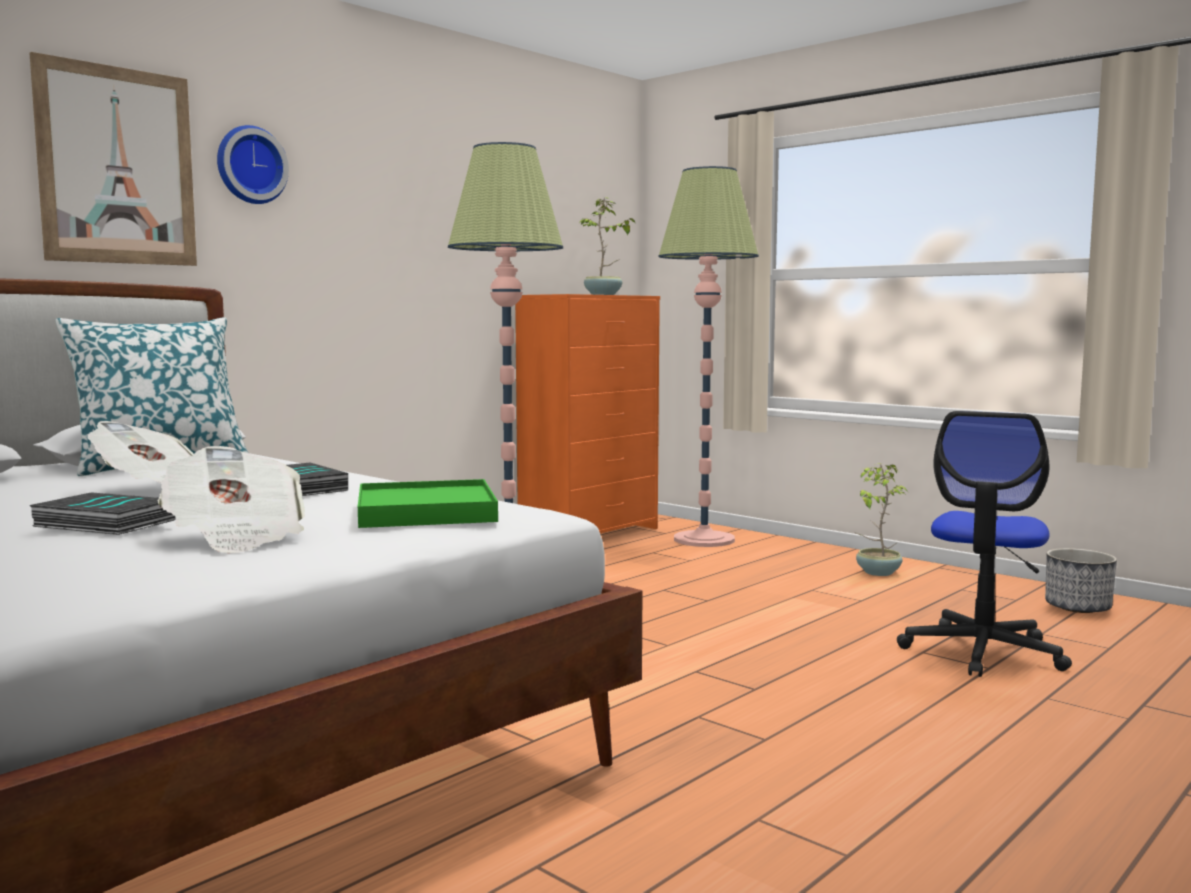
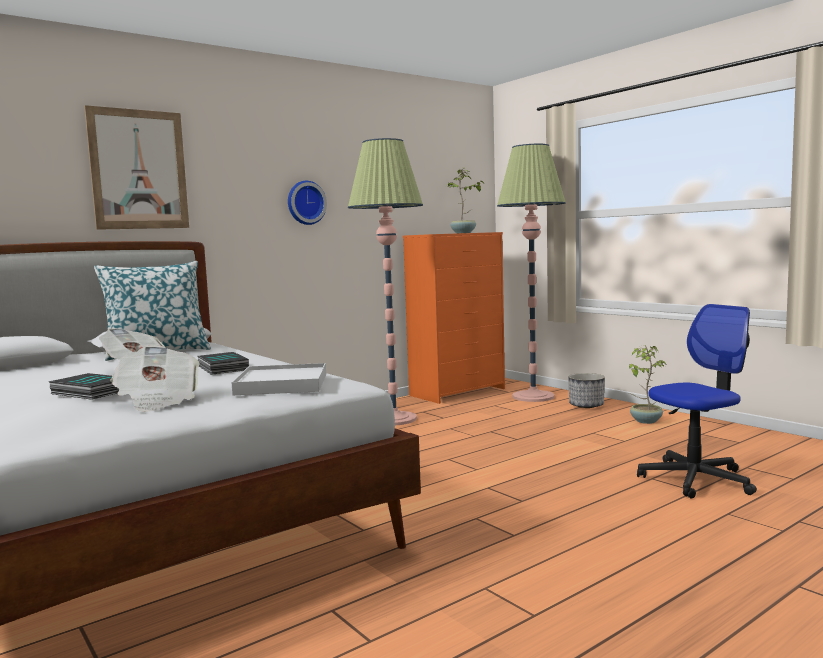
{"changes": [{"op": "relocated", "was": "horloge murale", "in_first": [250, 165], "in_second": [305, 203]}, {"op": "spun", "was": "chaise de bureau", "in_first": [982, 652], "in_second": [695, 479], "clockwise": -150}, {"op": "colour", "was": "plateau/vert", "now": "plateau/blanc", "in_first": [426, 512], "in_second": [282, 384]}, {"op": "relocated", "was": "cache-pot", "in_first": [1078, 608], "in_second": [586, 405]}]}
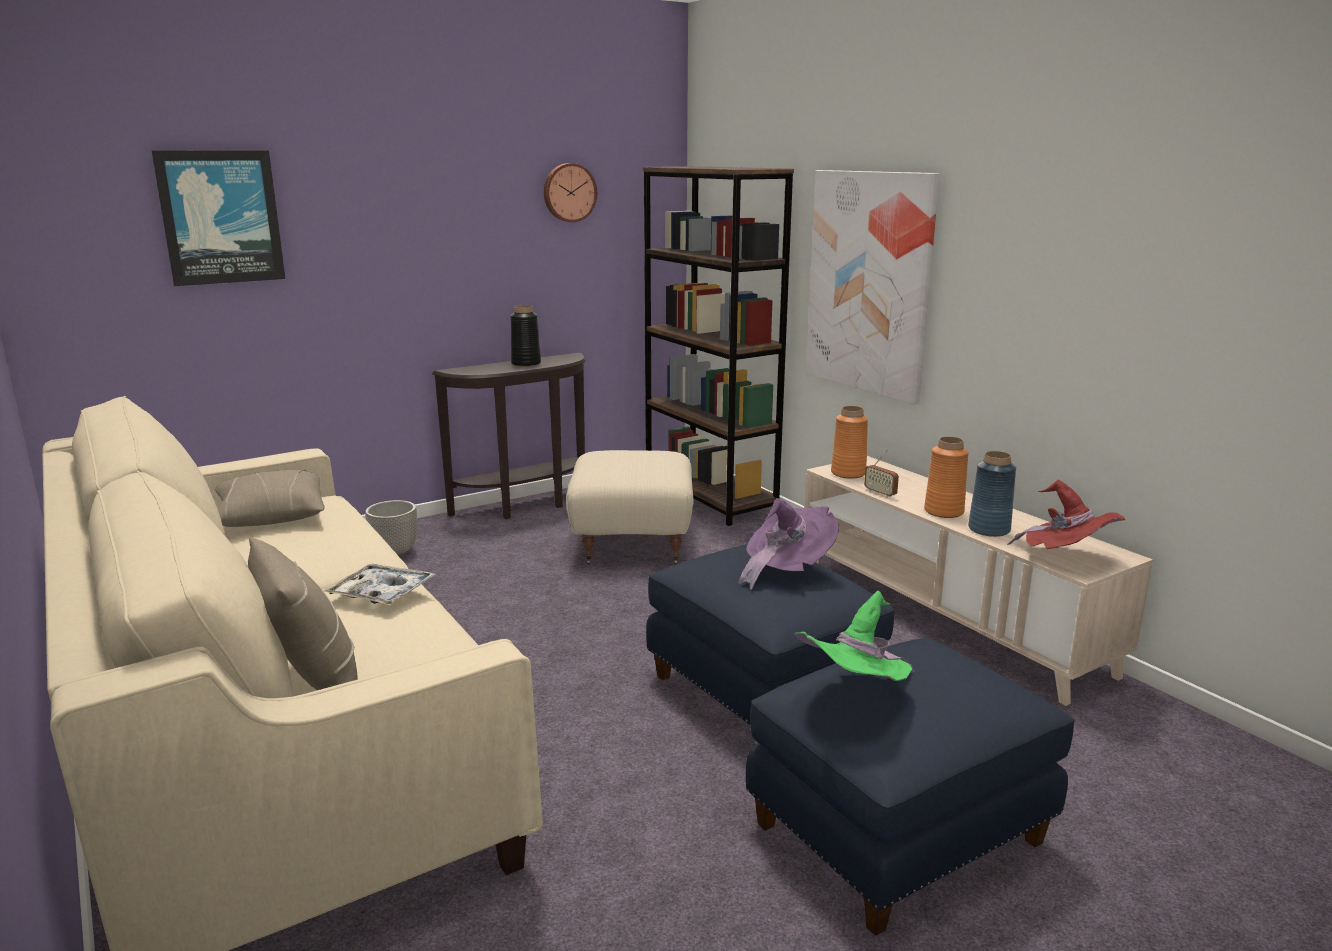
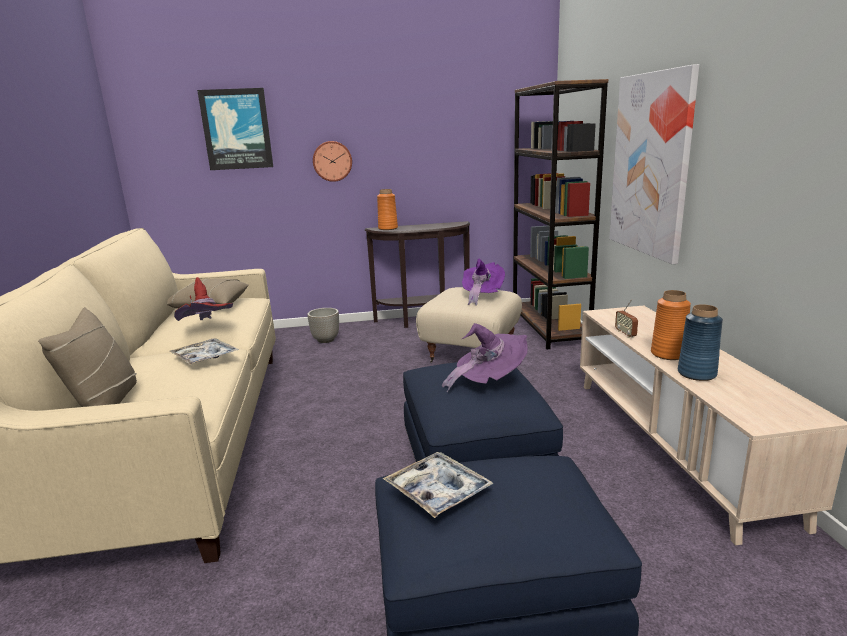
{"changes": [{"op": "relocated", "was": "horloge murale", "in_first": [569, 192], "in_second": [332, 161]}, {"op": "missing", "was": "vase/noir", "in_first": [526, 363]}, {"op": "relocated", "was": "vase/orange", "in_first": [848, 473], "in_second": [388, 228]}, {"op": "relocated", "was": "chapeau/rouge", "in_first": [1066, 558], "in_second": [207, 330]}, {"op": "exchanged", "was": "chapeau/vert", "now": "plateau", "in_first": [856, 694], "in_second": [438, 491]}, {"op": "appeared", "now": "chapeau/violet", "in_second": [481, 296]}]}
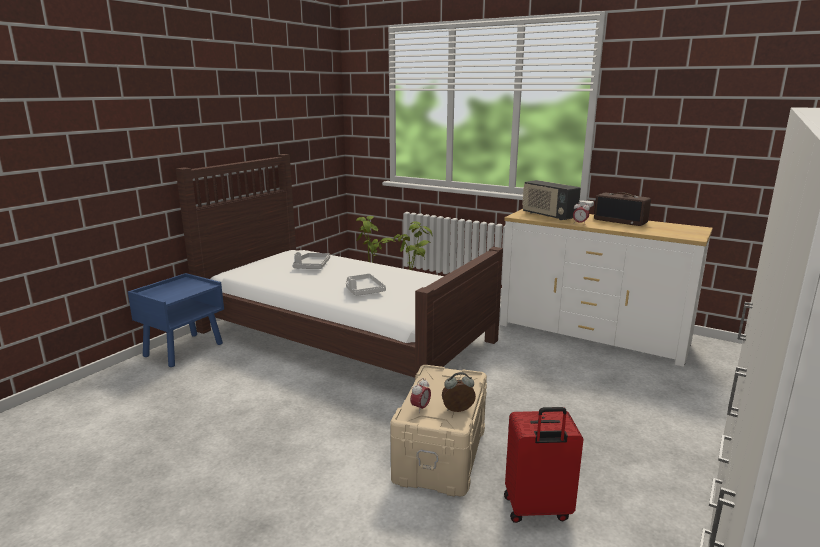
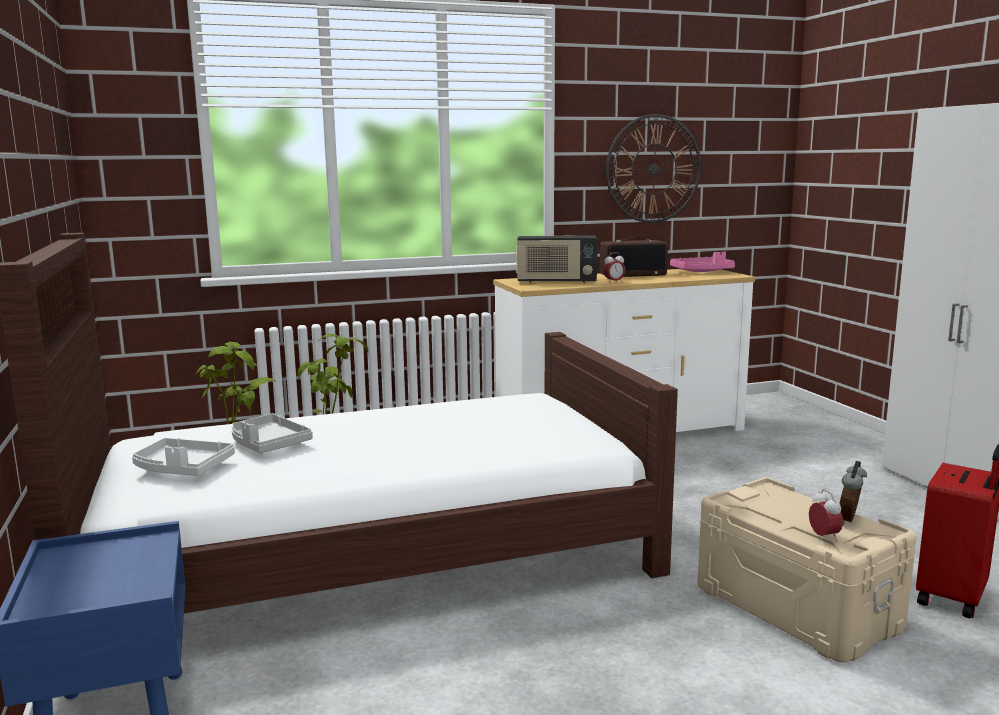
{"changes": [{"op": "relocated", "was": "plateau/blanc", "in_first": [363, 291], "in_second": [182, 469]}, {"op": "appeared", "now": "horloge murale", "in_second": [654, 169]}, {"op": "appeared", "now": "plateau/rose", "in_second": [702, 271]}]}
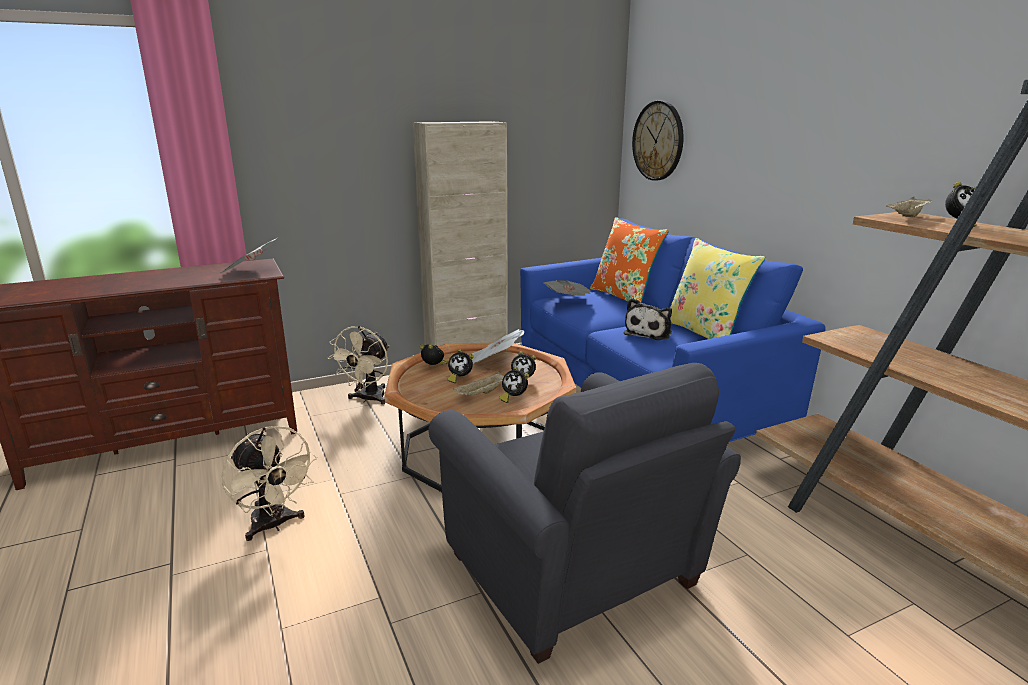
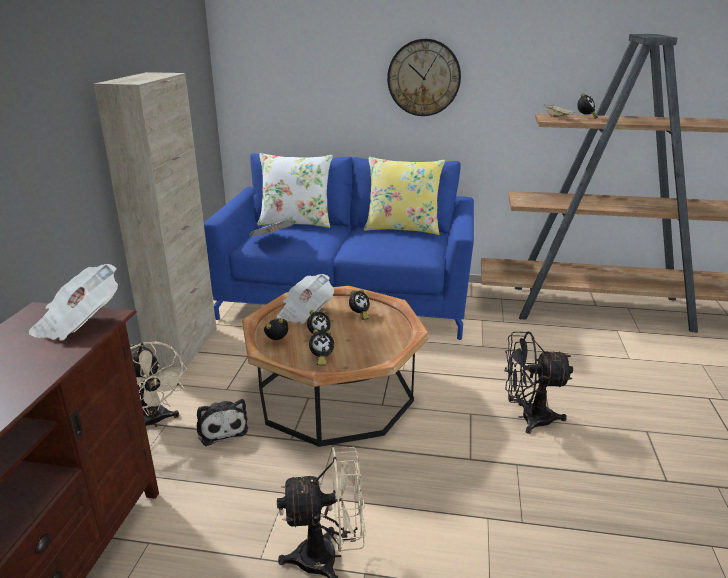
{"changes": [{"op": "relocated", "was": "horloge murale", "in_first": [658, 141], "in_second": [424, 78]}, {"op": "colour", "was": "coussin/orange", "now": "coussin/blanc", "in_first": [624, 296], "in_second": [296, 222]}, {"op": "relocated", "was": "peluche", "in_first": [649, 333], "in_second": [221, 428]}, {"op": "exchanged", "was": "fauteuil/gris", "now": "ventilateur/noir", "in_first": [576, 576], "in_second": [528, 418]}, {"op": "relocated", "was": "réveil", "in_first": [513, 398], "in_second": [321, 359]}, {"op": "missing", "was": "plateau/beige", "in_first": [481, 394]}]}
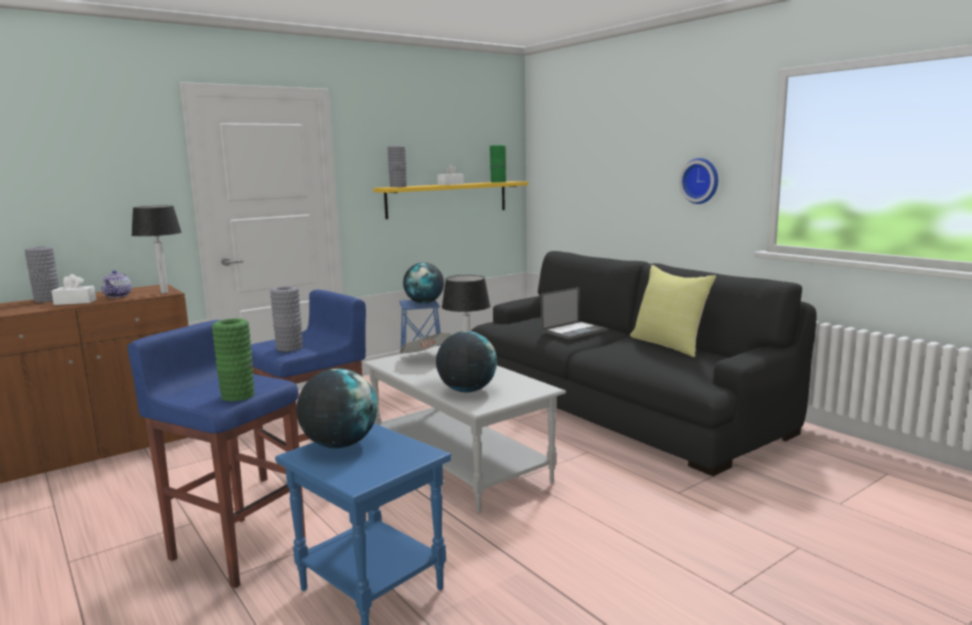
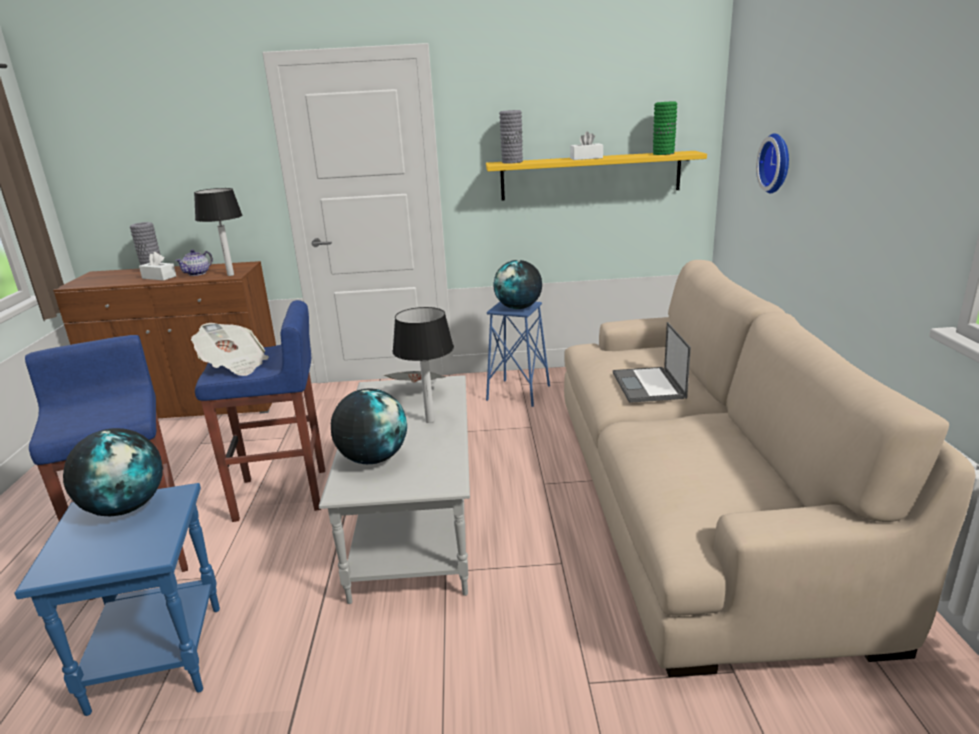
{"changes": [{"op": "relocated", "was": "horloge murale", "in_first": [701, 181], "in_second": [777, 163]}, {"op": "colour", "was": "canapé/noir", "now": "canapé/beige", "in_first": [617, 404], "in_second": [691, 497]}, {"op": "missing", "was": "coussin/jaune", "in_first": [669, 345]}, {"op": "exchanged", "was": "vase/gris", "now": "journal", "in_first": [289, 348], "in_second": [234, 366]}, {"op": "spun", "was": "ordinateur portable", "in_first": [574, 331], "in_second": [649, 385], "clockwise": 90}, {"op": "missing", "was": "vase/vert", "in_first": [238, 395]}]}
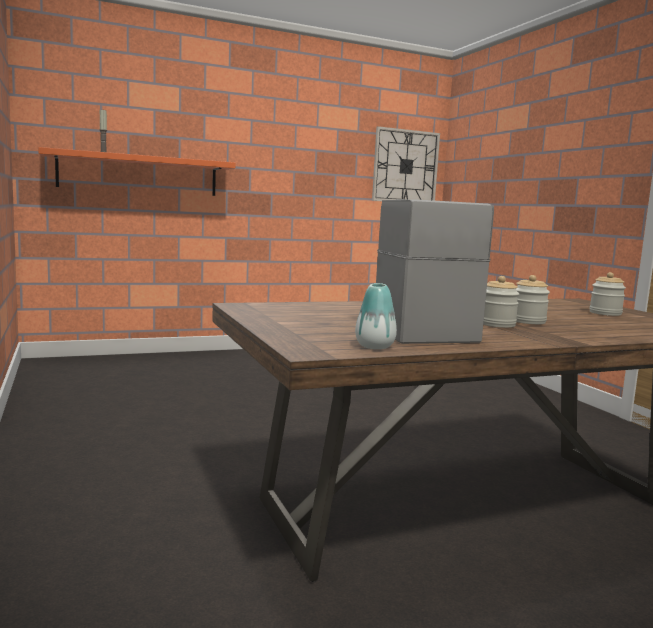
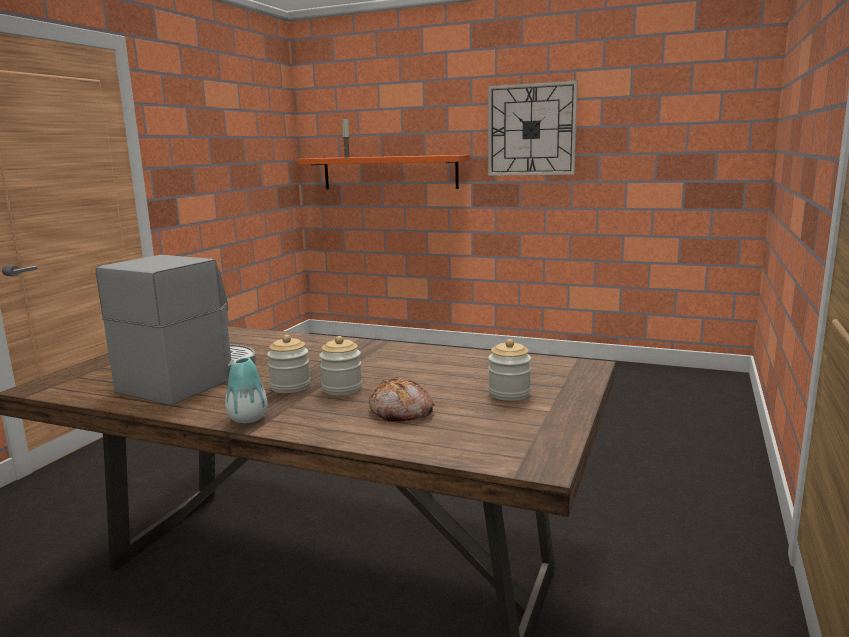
{"changes": [{"op": "relocated", "was": "horloge murale", "in_first": [405, 166], "in_second": [531, 130]}, {"op": "relocated", "was": "vase", "in_first": [374, 347], "in_second": [248, 418]}, {"op": "appeared", "now": "pain", "in_second": [401, 412]}]}
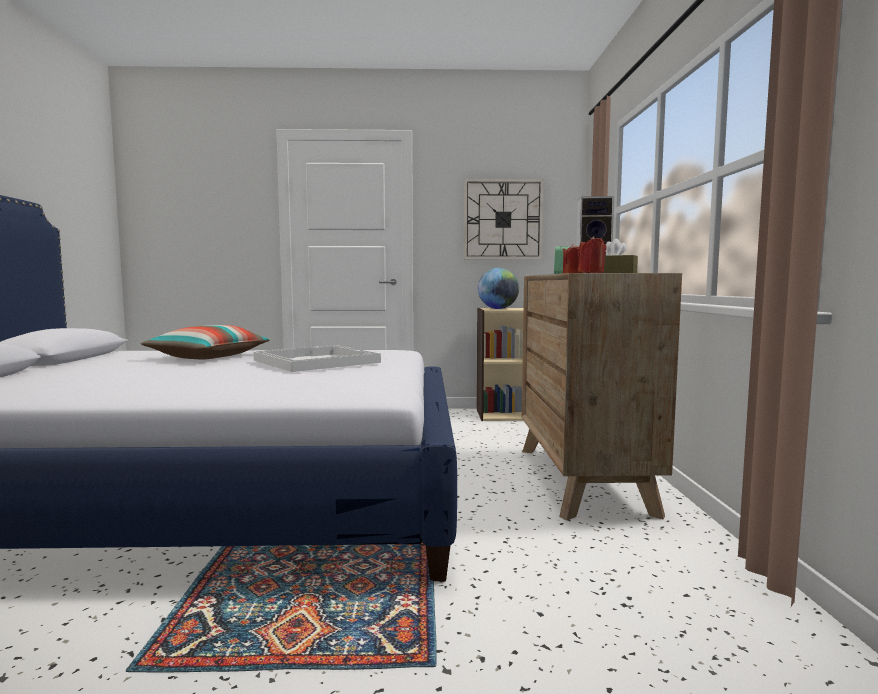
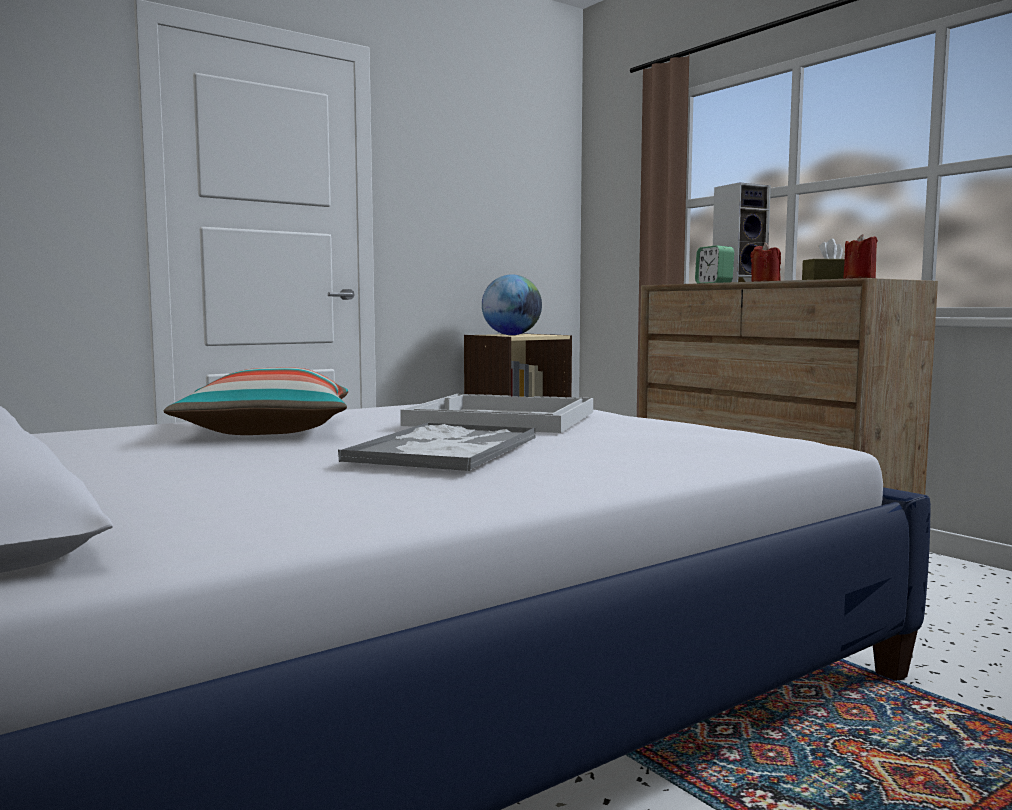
{"changes": [{"op": "missing", "was": "horloge murale", "in_first": [503, 219]}, {"op": "appeared", "now": "plateau", "in_second": [446, 448]}]}
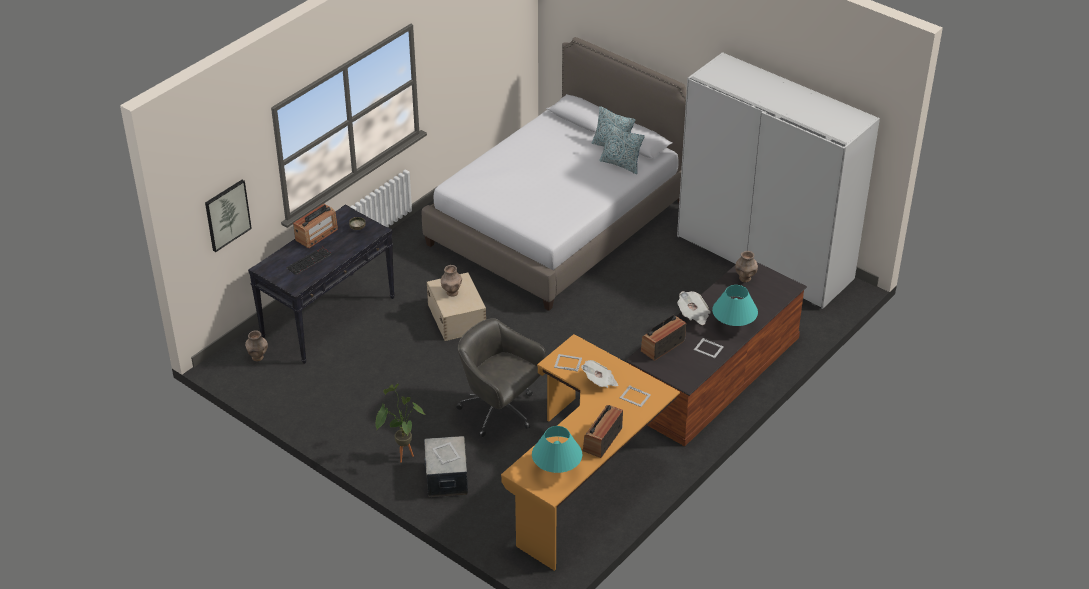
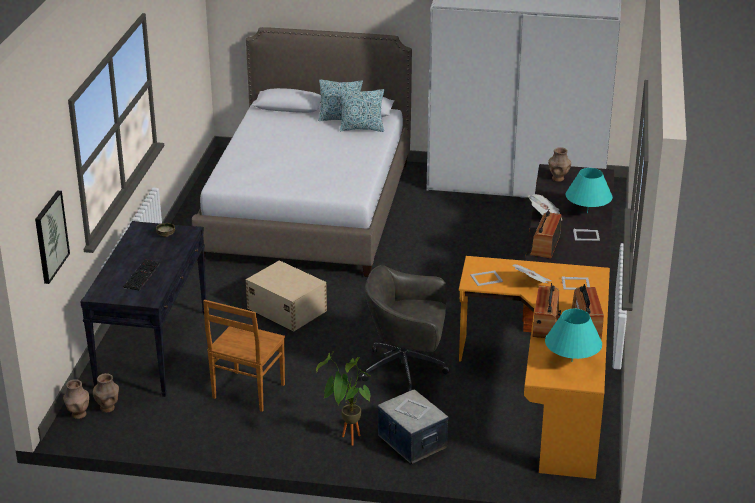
{"changes": [{"op": "relocated", "was": "radio", "in_first": [316, 234], "in_second": [546, 324]}, {"op": "relocated", "was": "vase/marron", "in_first": [452, 292], "in_second": [78, 414]}, {"op": "appeared", "now": "chaise/marron", "in_second": [247, 392]}]}
